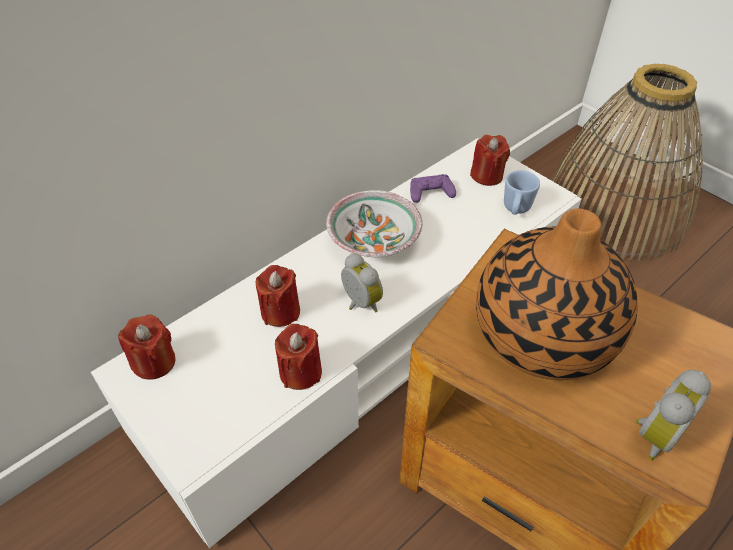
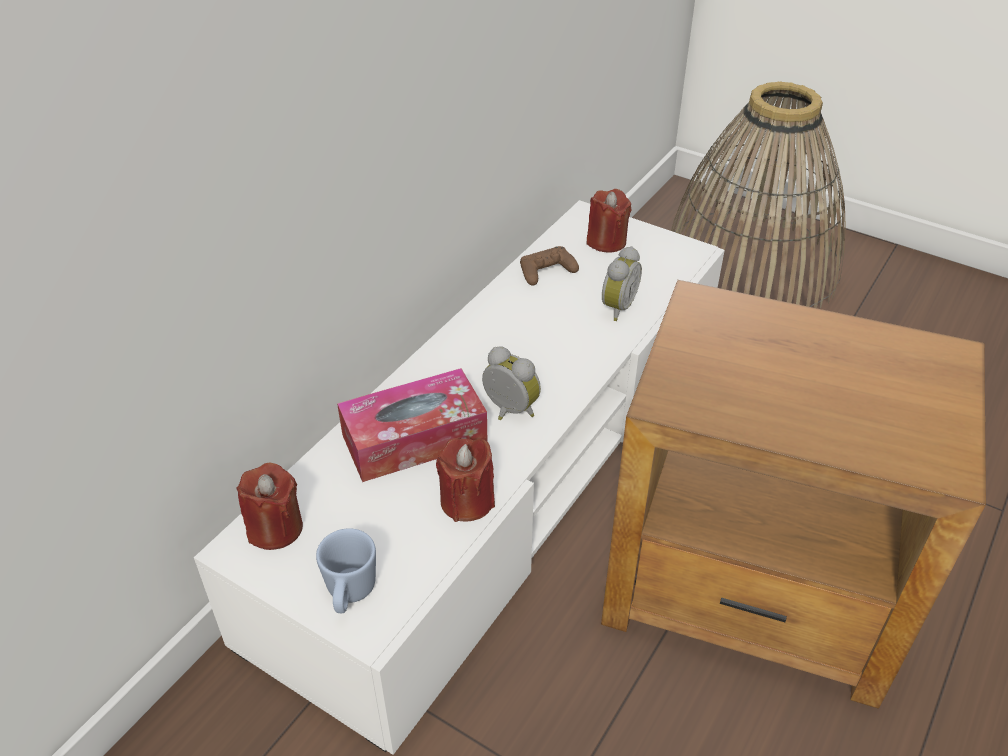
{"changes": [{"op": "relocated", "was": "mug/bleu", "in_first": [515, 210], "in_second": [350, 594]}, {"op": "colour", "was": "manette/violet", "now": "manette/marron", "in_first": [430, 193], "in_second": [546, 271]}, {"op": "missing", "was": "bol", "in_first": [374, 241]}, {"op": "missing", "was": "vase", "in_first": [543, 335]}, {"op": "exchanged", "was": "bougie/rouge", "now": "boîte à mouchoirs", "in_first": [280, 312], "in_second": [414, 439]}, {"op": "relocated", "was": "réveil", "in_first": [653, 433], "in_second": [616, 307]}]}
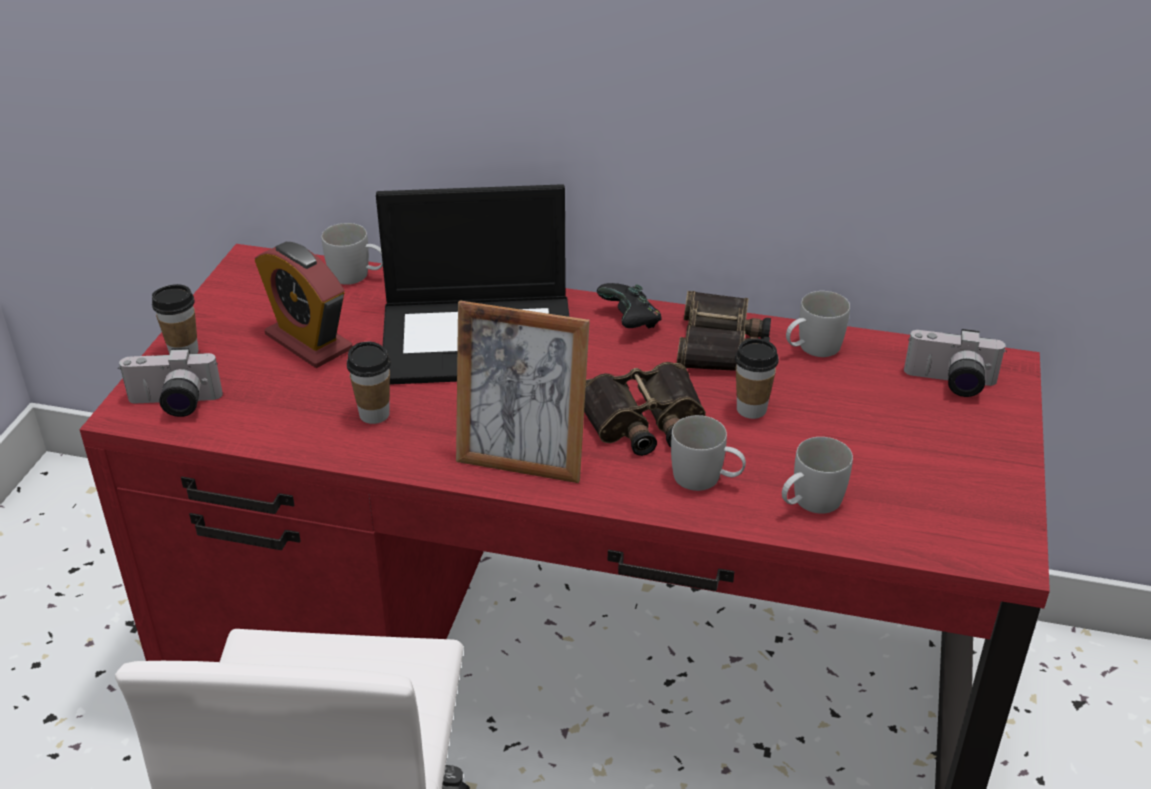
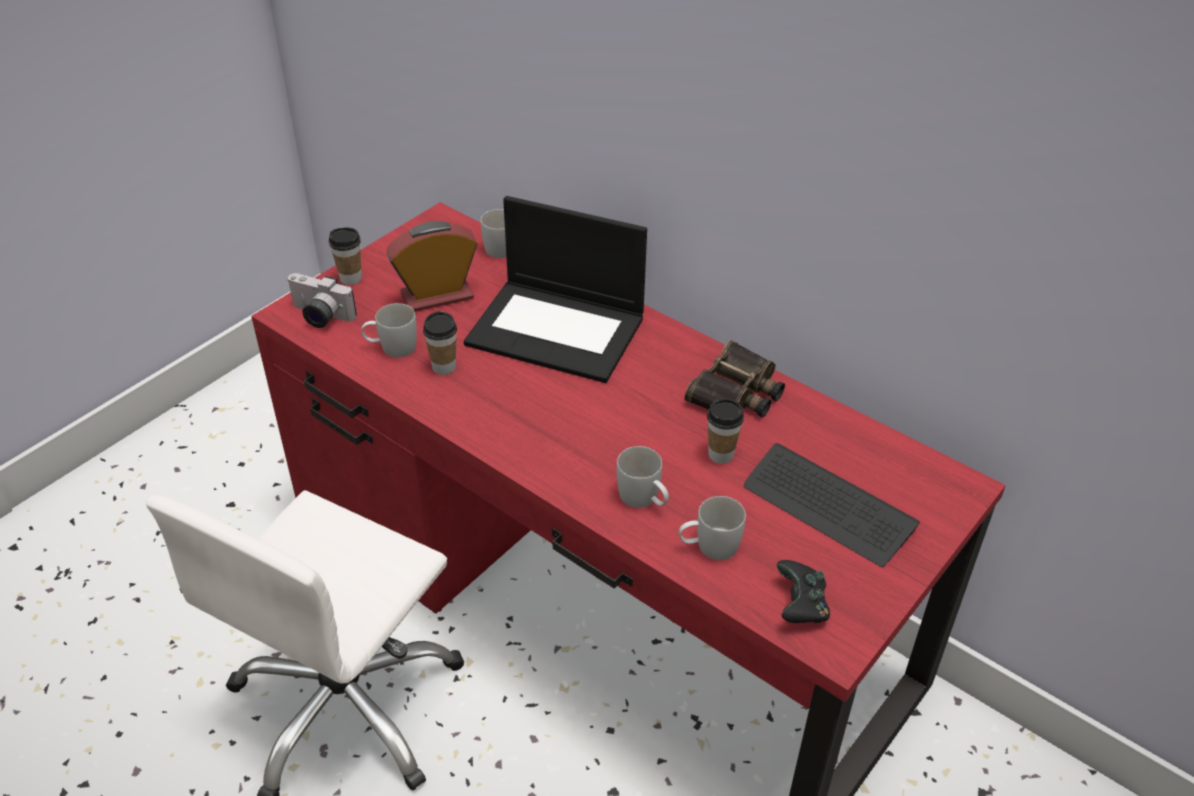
{"changes": [{"op": "spun", "was": "réveil", "in_first": [308, 342], "in_second": [437, 296], "clockwise": 90}, {"op": "relocated", "was": "manette/noir", "in_first": [630, 321], "in_second": [801, 606]}, {"op": "relocated", "was": "mug/blanc", "in_first": [812, 348], "in_second": [391, 347]}, {"op": "missing", "was": "cadre photo", "in_first": [522, 460]}, {"op": "missing", "was": "appareil photo", "in_first": [950, 383]}, {"op": "missing", "was": "jumelles", "in_first": [644, 421]}, {"op": "appeared", "now": "clavier", "in_second": [828, 506]}]}
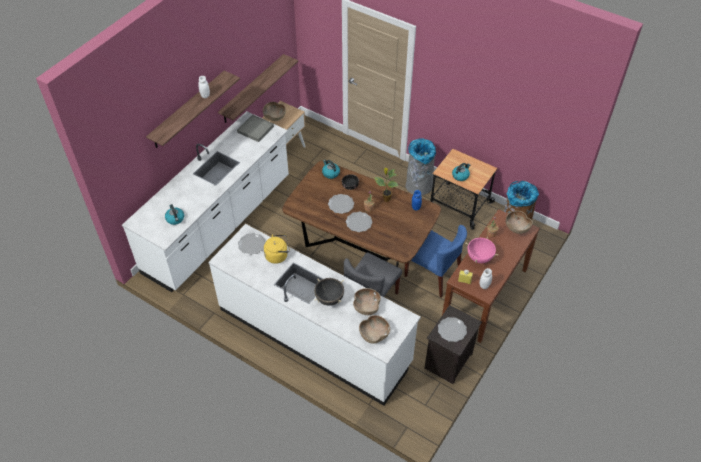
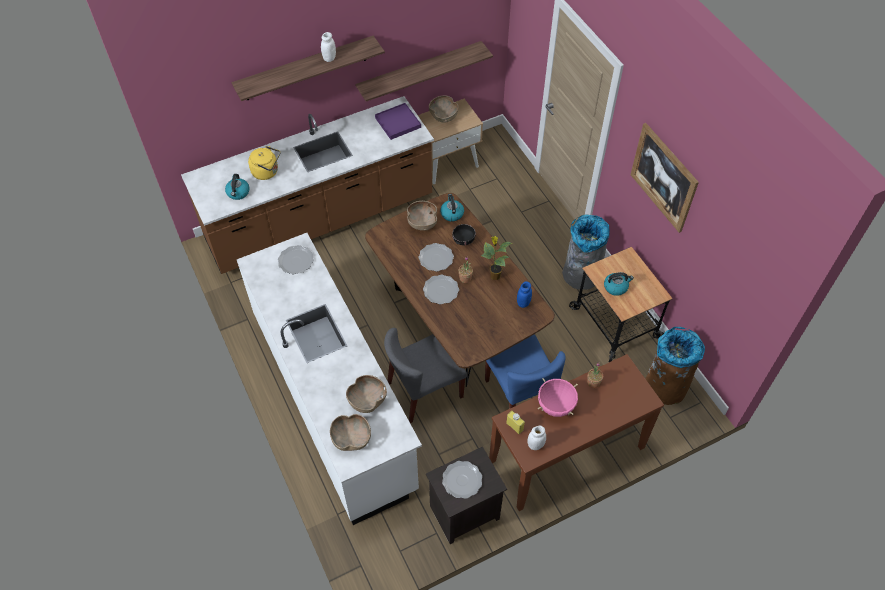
{"changes": [{"op": "colour", "was": "comptoir de cuisine/blanc", "now": "comptoir de cuisine/marron", "in_first": [219, 225], "in_second": [320, 219]}, {"op": "colour", "was": "plateau/gris", "now": "plateau/violet", "in_first": [255, 129], "in_second": [398, 123]}, {"op": "relocated", "was": "bol/marron", "in_first": [516, 228], "in_second": [422, 222]}, {"op": "relocated", "was": "bouilloire/jaune", "in_first": [278, 255], "in_second": [267, 172]}, {"op": "missing", "was": "marmite/noir", "in_first": [329, 299]}, {"op": "appeared", "now": "tableau", "in_second": [663, 177]}]}
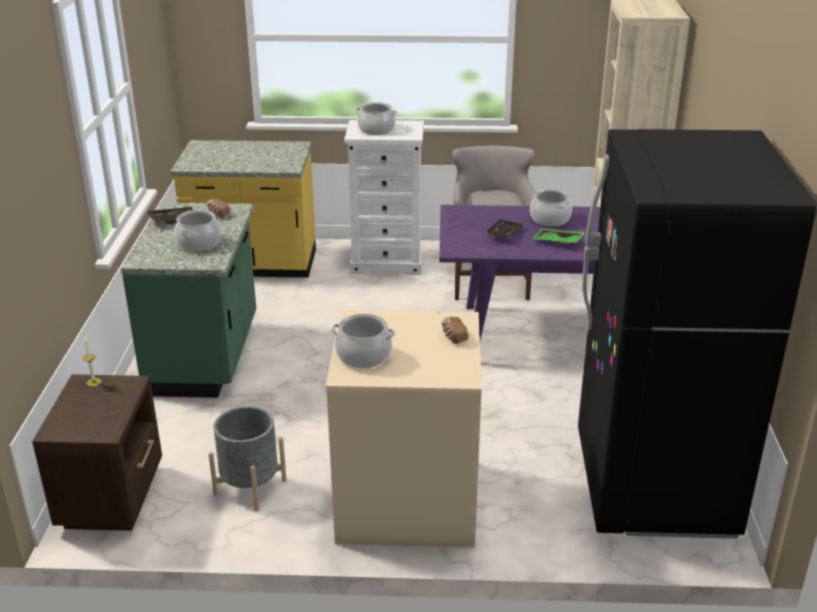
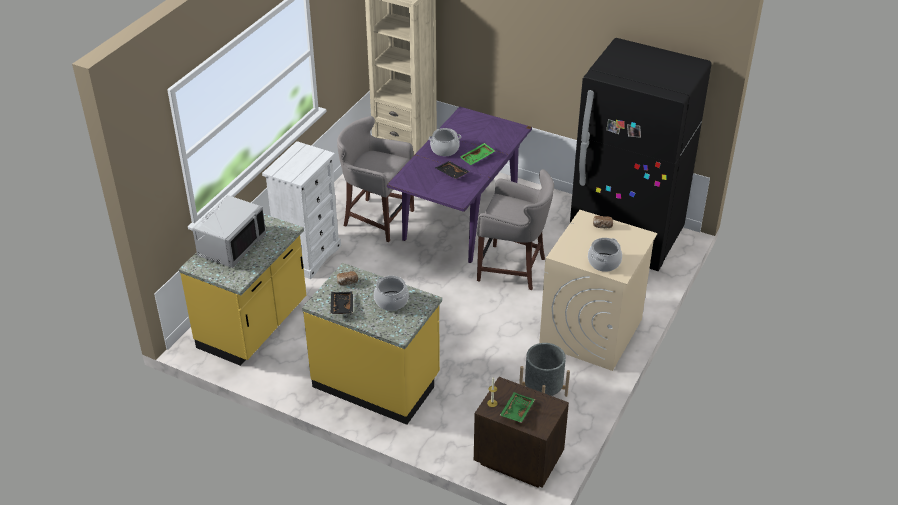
{"changes": [{"op": "missing", "was": "marmite", "in_first": [376, 129]}, {"op": "colour", "was": "comptoir de cuisine/vert", "now": "comptoir de cuisine/jaune", "in_first": [206, 357], "in_second": [377, 382]}, {"op": "appeared", "now": "tabouret/gris", "in_second": [514, 268]}, {"op": "appeared", "now": "micro-ondes/gris", "in_second": [231, 245]}, {"op": "appeared", "now": "plateau/vert", "in_second": [516, 411]}]}
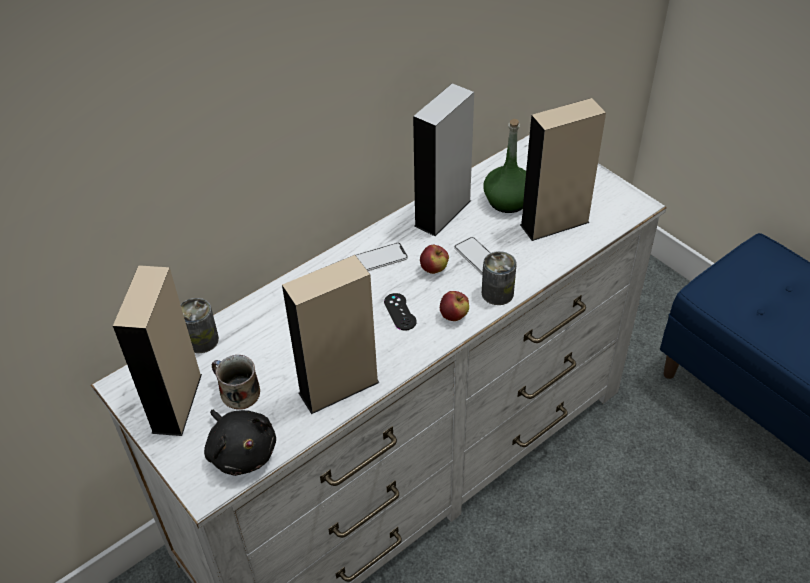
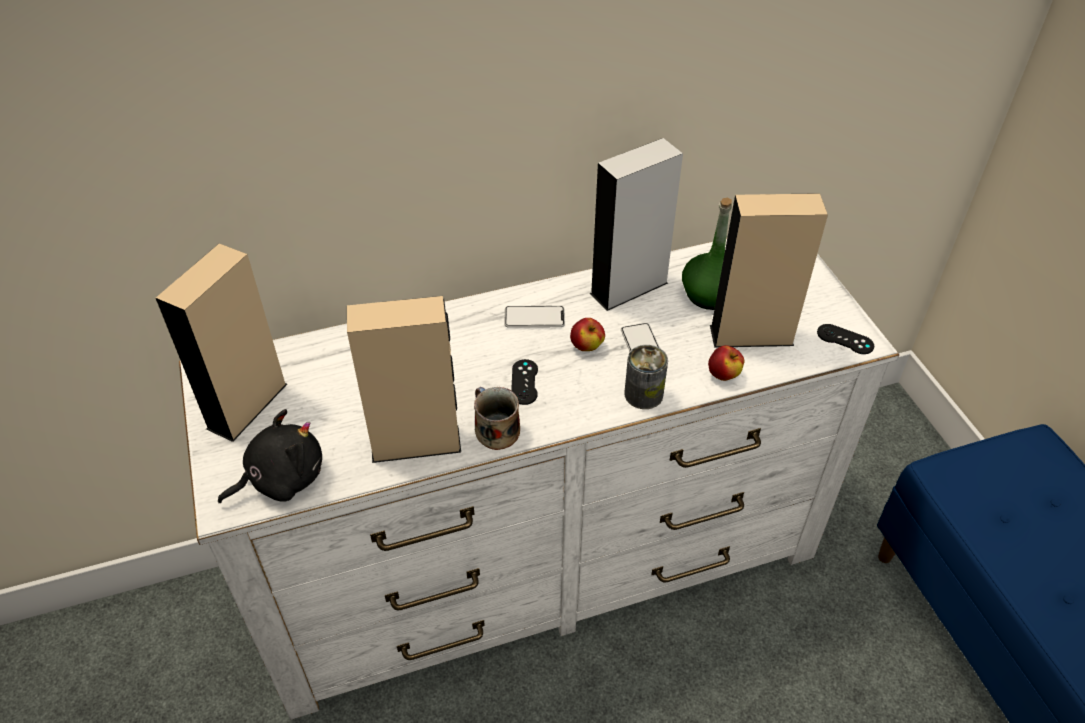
{"changes": [{"op": "relocated", "was": "pomme", "in_first": [454, 316], "in_second": [724, 375]}, {"op": "missing", "was": "boîte métallique", "in_first": [201, 340]}, {"op": "relocated", "was": "mug", "in_first": [238, 392], "in_second": [495, 430]}, {"op": "spun", "was": "peluche/noir", "in_first": [242, 451], "in_second": [281, 478], "clockwise": -105}, {"op": "appeared", "now": "manette/noir", "in_second": [845, 339]}]}
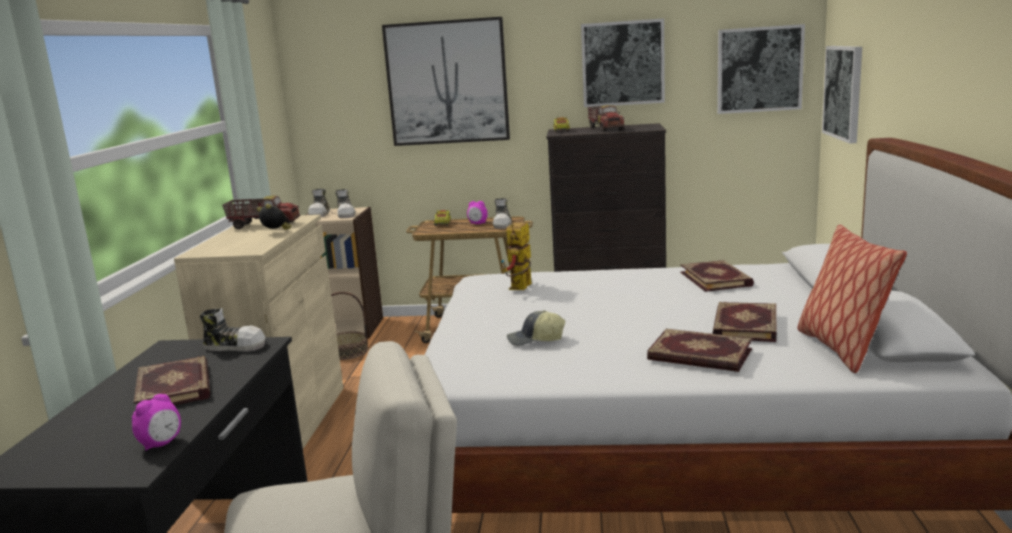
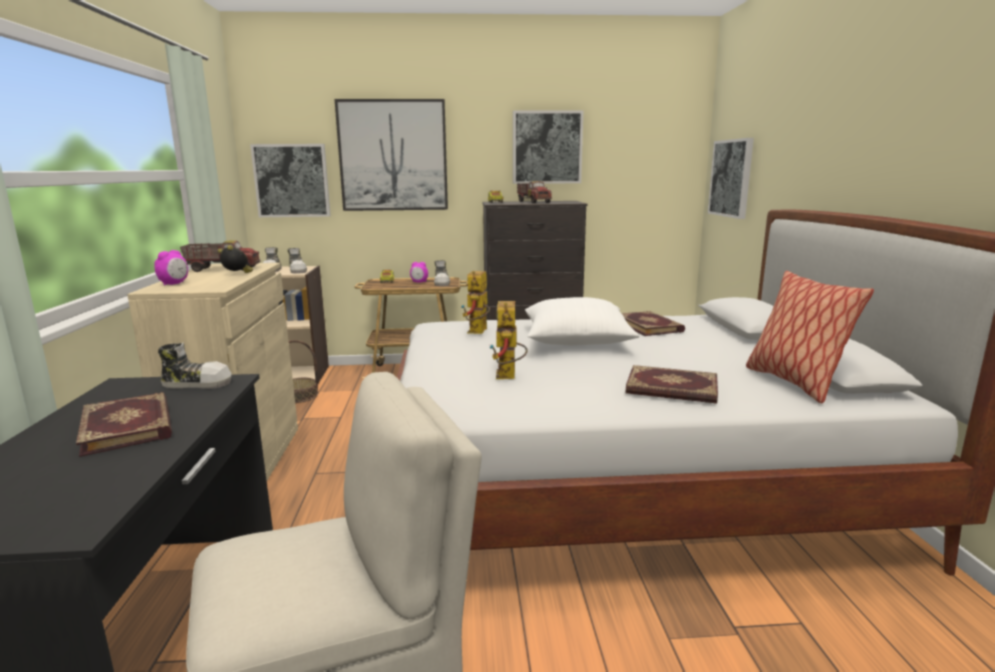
{"changes": [{"op": "relocated", "was": "tableau", "in_first": [759, 69], "in_second": [292, 180]}, {"op": "missing", "was": "livre", "in_first": [743, 325]}, {"op": "exchanged", "was": "casquette", "now": "robot jouet", "in_first": [535, 340], "in_second": [508, 377]}, {"op": "relocated", "was": "réveil", "in_first": [161, 444], "in_second": [174, 284]}, {"op": "appeared", "now": "coussin/blanc", "in_second": [576, 340]}]}
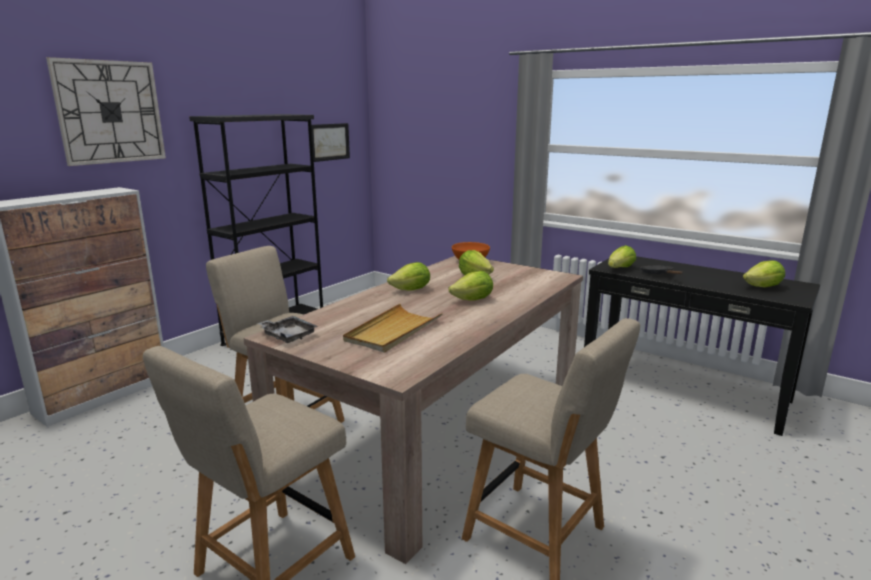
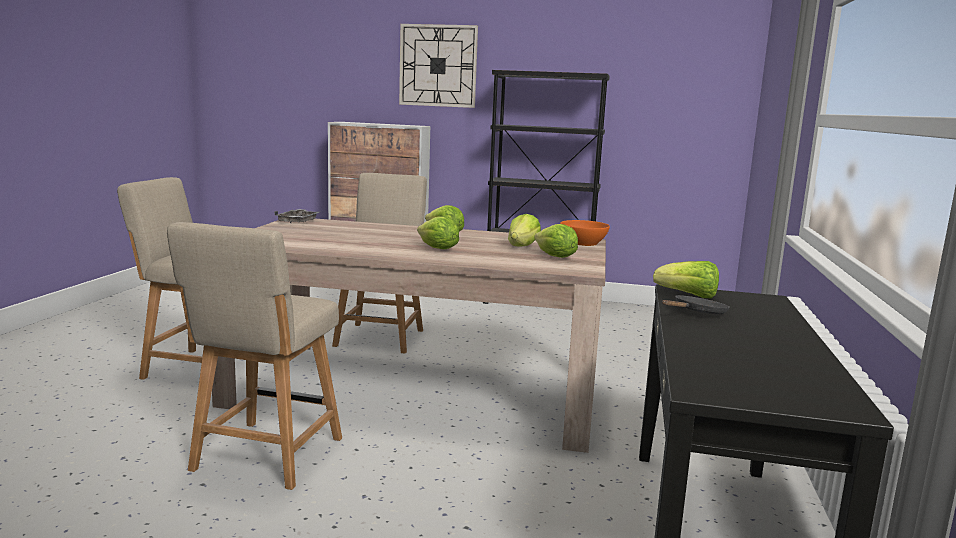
{"changes": [{"op": "missing", "was": "tableau", "in_first": [330, 142]}, {"op": "relocated", "was": "laitue", "in_first": [763, 287], "in_second": [555, 257]}, {"op": "missing", "was": "plateau/beige", "in_first": [393, 331]}]}
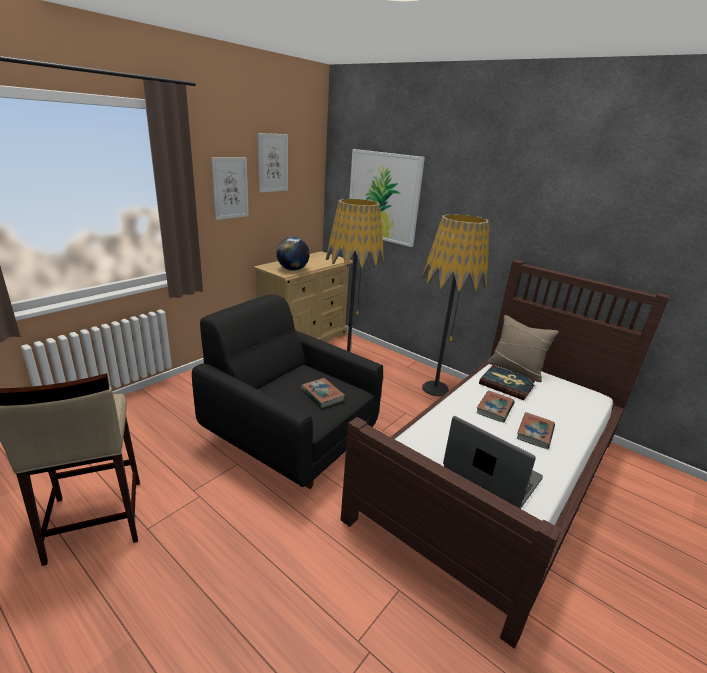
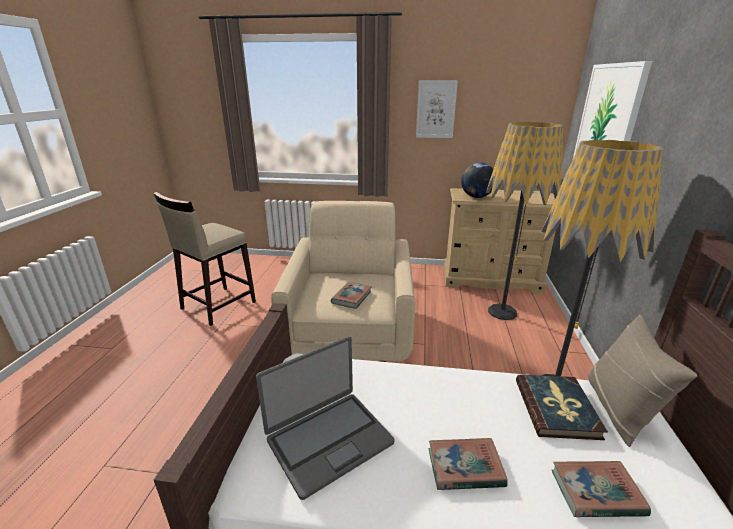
{"changes": [{"op": "missing", "was": "tableau", "in_first": [272, 163]}, {"op": "colour", "was": "fauteuil/noir", "now": "fauteuil/beige", "in_first": [289, 440], "in_second": [350, 333]}, {"op": "relocated", "was": "livre", "in_first": [494, 409], "in_second": [596, 492]}, {"op": "spun", "was": "ordinateur portable", "in_first": [491, 474], "in_second": [329, 440], "clockwise": 45}]}
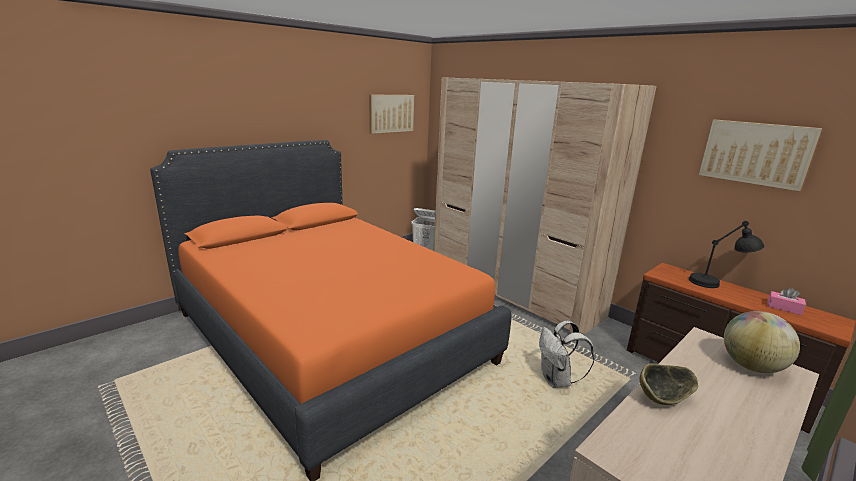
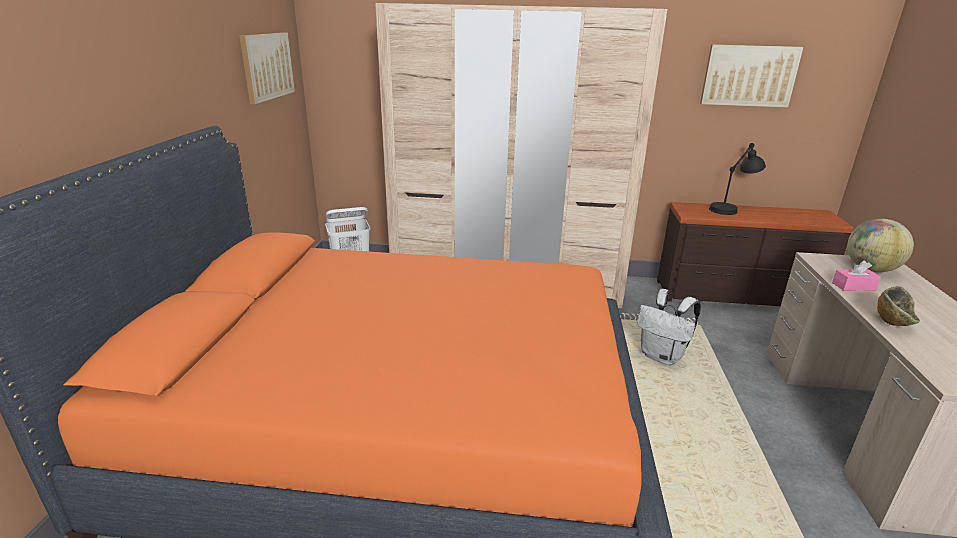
{"changes": [{"op": "relocated", "was": "boîte à mouchoirs/rose", "in_first": [784, 308], "in_second": [853, 286]}]}
